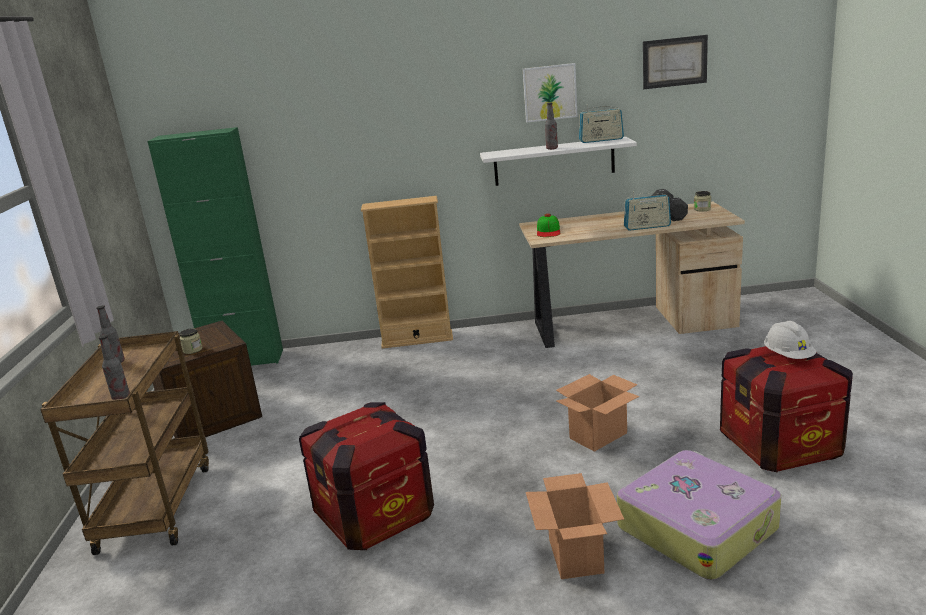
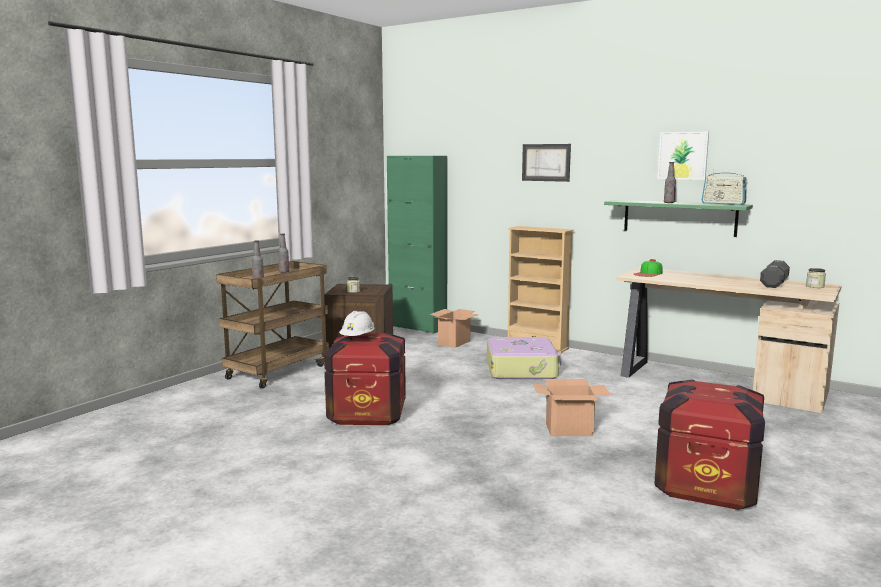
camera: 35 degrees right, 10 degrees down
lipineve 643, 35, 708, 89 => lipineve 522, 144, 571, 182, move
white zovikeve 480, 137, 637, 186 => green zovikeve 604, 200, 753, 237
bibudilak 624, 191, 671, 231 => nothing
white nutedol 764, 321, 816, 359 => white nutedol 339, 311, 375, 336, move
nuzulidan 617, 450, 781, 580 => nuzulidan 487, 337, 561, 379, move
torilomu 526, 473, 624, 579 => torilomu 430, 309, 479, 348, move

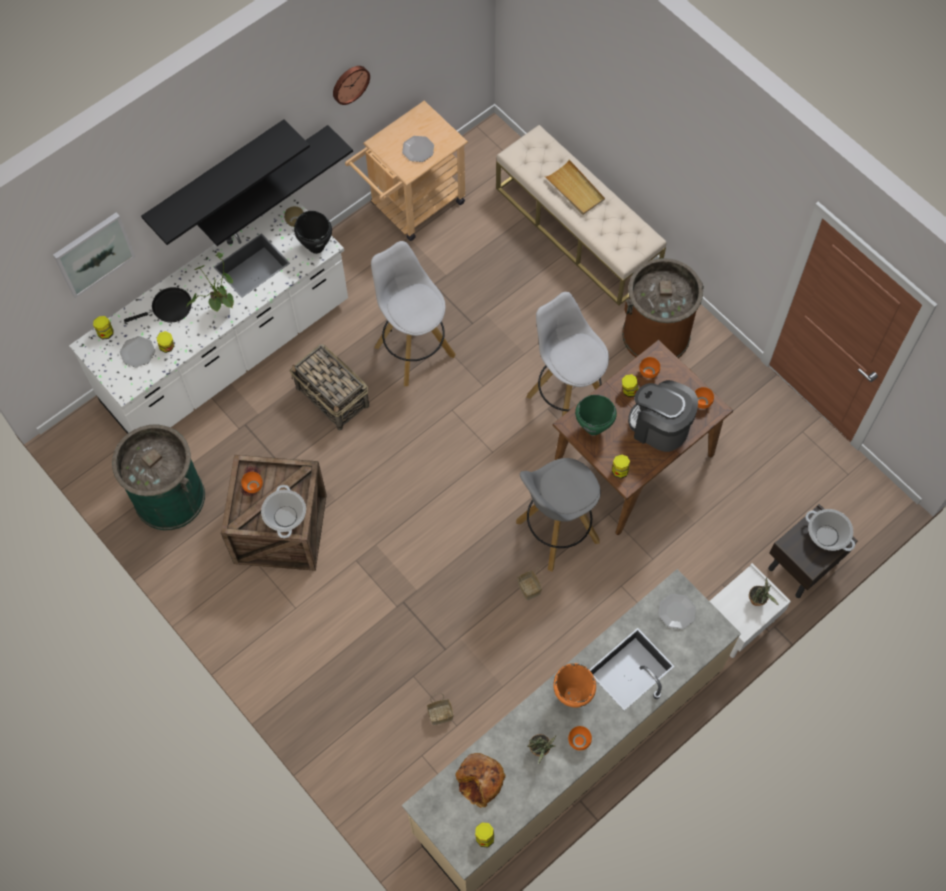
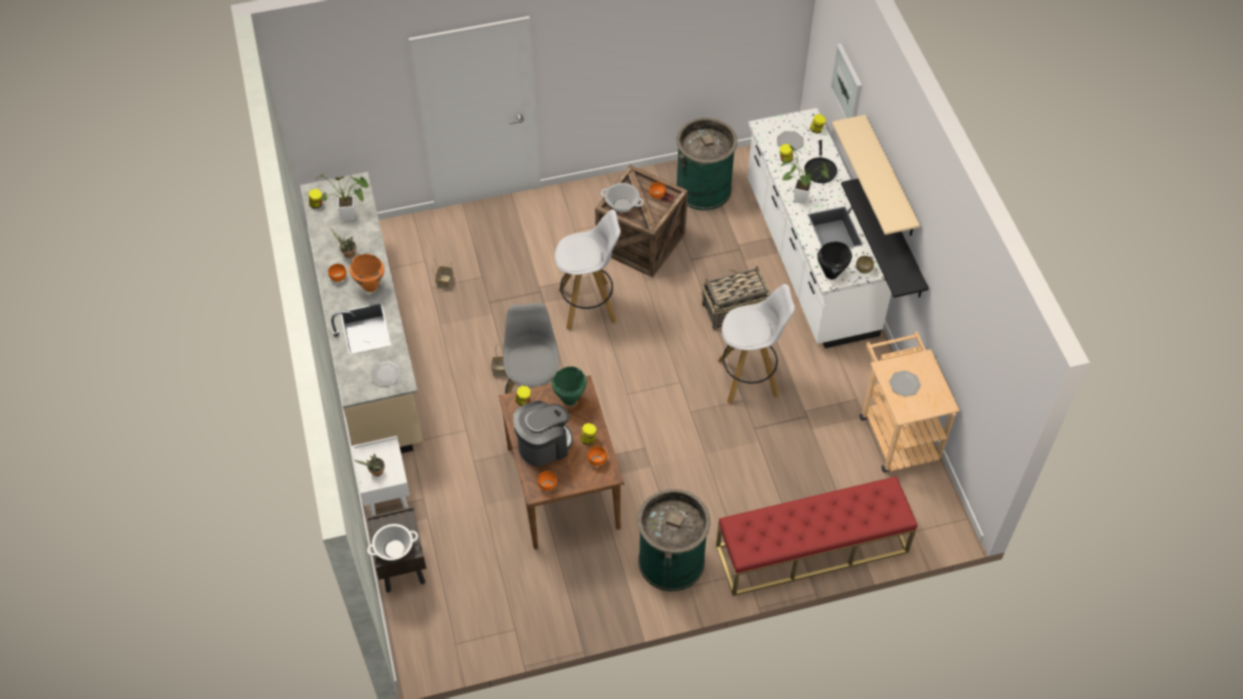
camera: 115 degrees right, 10 degrees down
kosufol 333, 66, 370, 105 => nothing
black zovikeve 141, 119, 310, 245 => beige zovikeve 832, 115, 920, 236
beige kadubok 496, 125, 667, 305 => red kadubok 716, 476, 917, 596
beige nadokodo 546, 160, 605, 215 => nothing
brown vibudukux 622, 258, 704, 358 => green vibudukux 638, 489, 710, 591
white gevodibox 527, 292, 609, 416 => white gevodibox 555, 209, 621, 330, move
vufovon 455, 753, 506, 808 => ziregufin 316, 173, 369, 220

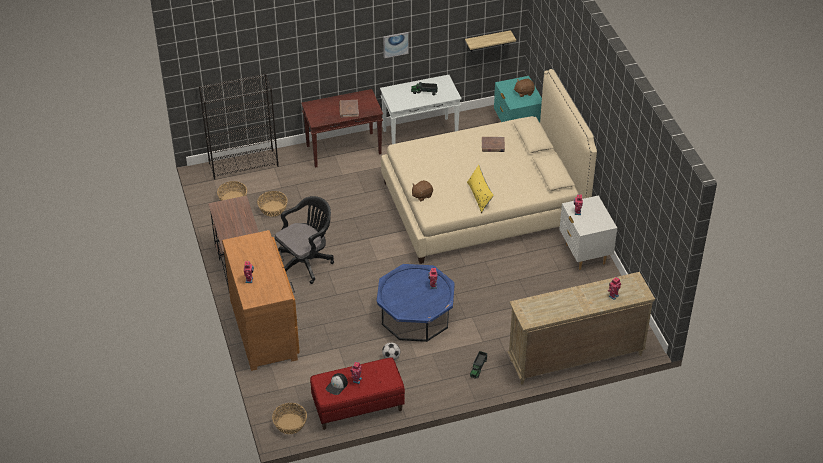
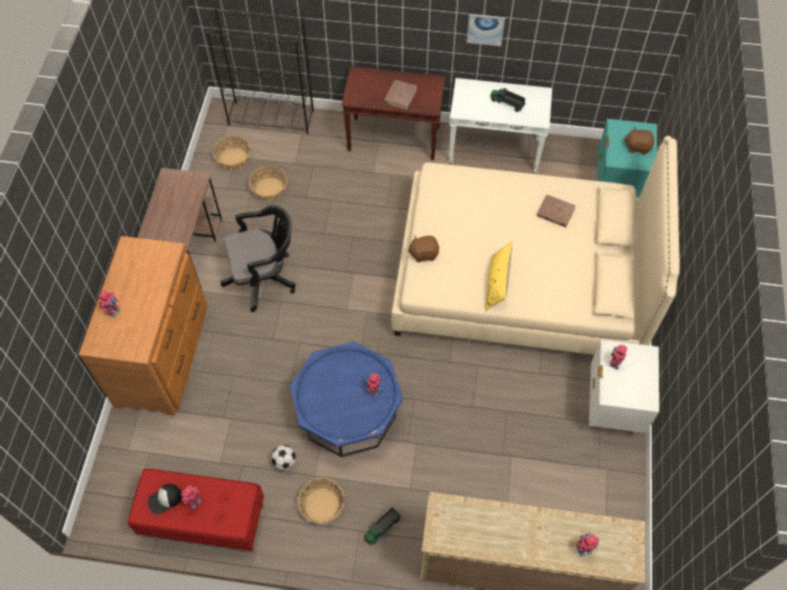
camera: 25 degrees right, 15 degrees up
zovikeve 465, 30, 516, 52 => nothing
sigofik 272, 403, 307, 434 => sigofik 298, 477, 344, 524, move

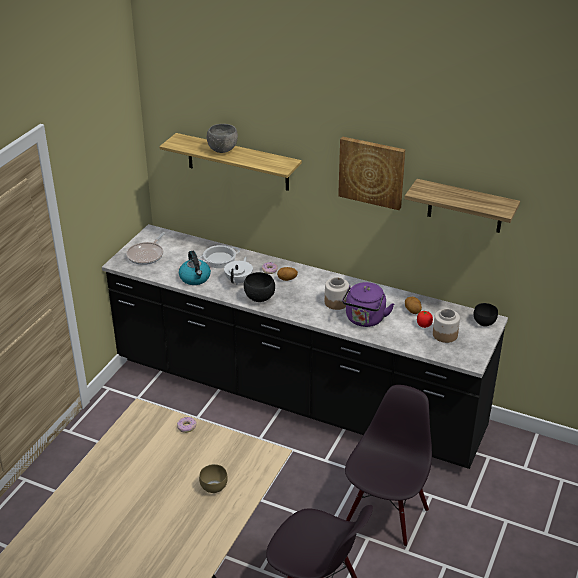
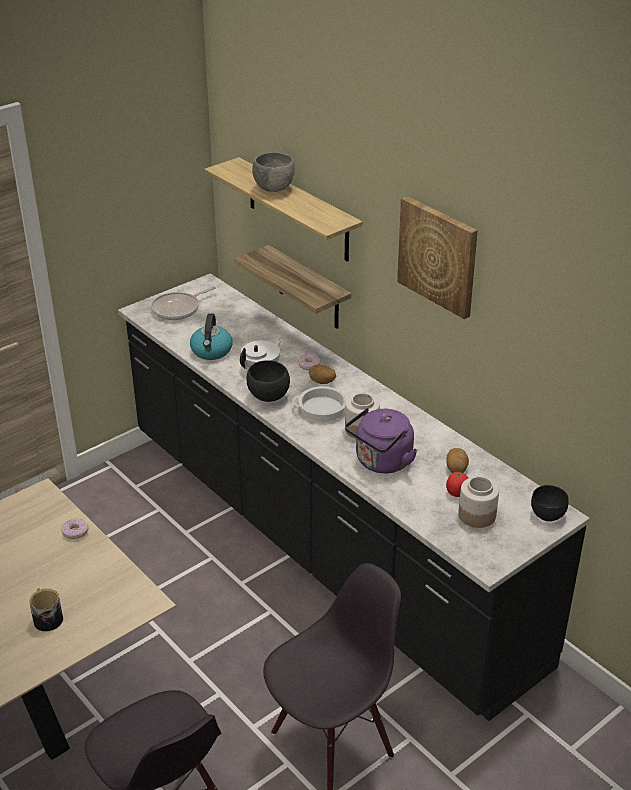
camera: 25 degrees right, 0 degrees up
zovikeve 405, 179, 520, 233 => zovikeve 234, 245, 351, 329, move
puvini 200, 245, 240, 268 => puvini 292, 386, 351, 422, move
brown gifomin 199, 464, 228, 493 => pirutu 29, 588, 63, 631

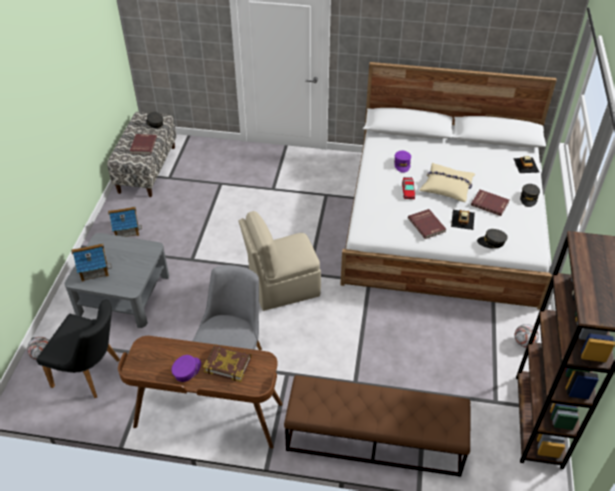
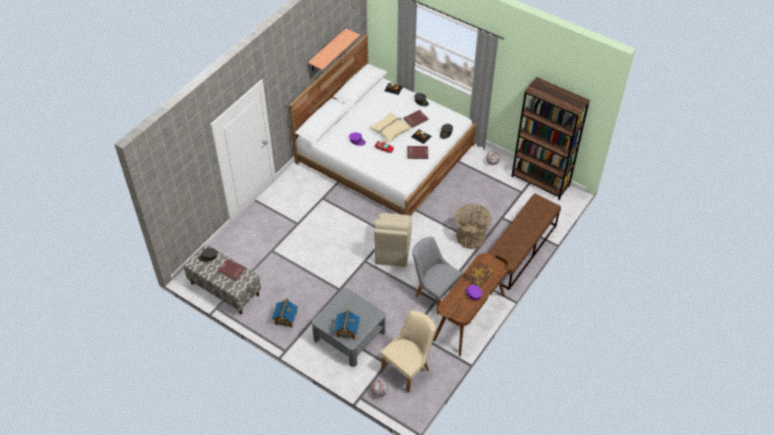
camera: 65 degrees left, 5 degrees up
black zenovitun 36, 299, 120, 398 => beige zenovitun 380, 311, 436, 393
nothing => zovikeve 308, 29, 360, 71
nothing => sigofik 455, 204, 492, 249

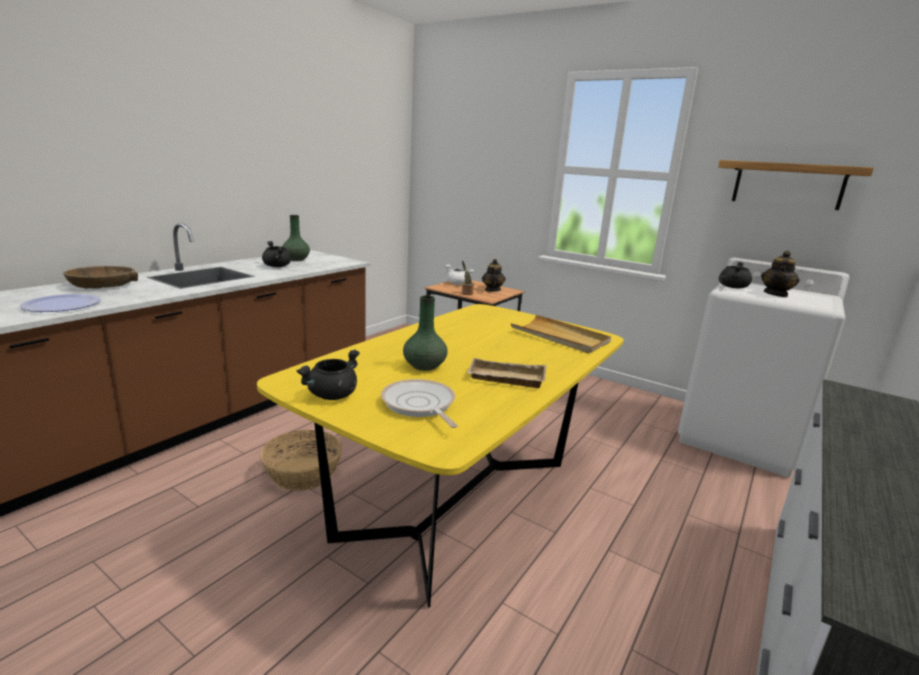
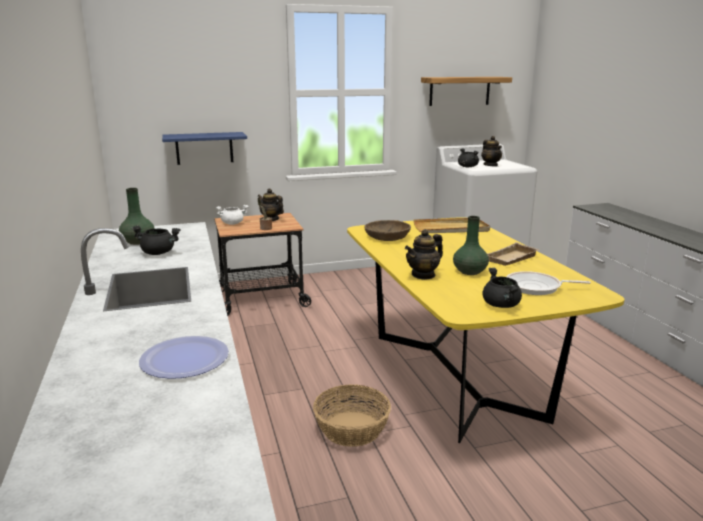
camera: 50 degrees left, 0 degrees up
brown gifomin 63, 266, 138, 289 => brown gifomin 364, 220, 411, 241, move
nothing => blue zovikeve 162, 132, 247, 165
nothing => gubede 405, 229, 443, 280

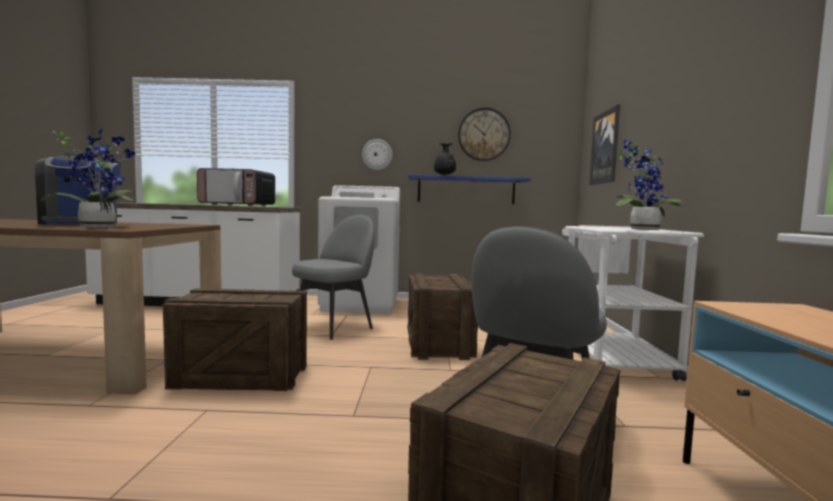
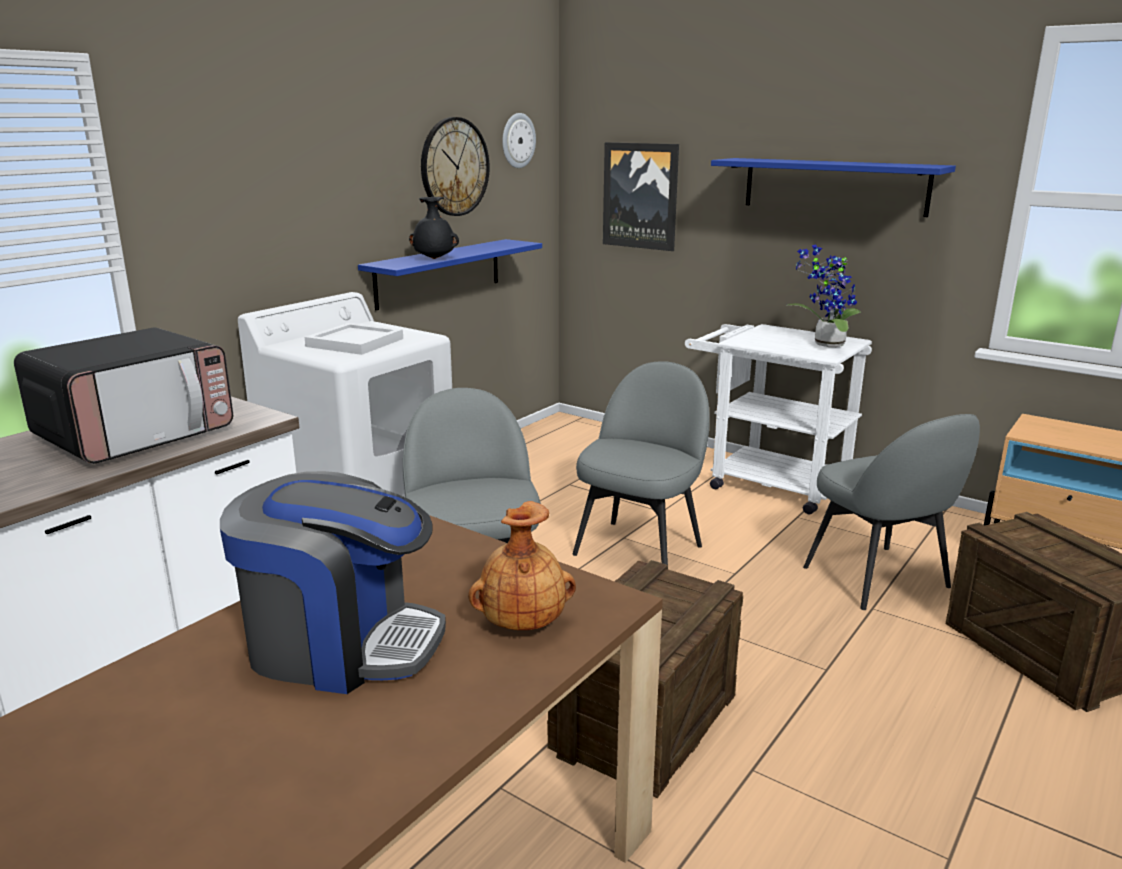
camera: 55 degrees left, 15 degrees up
ziregufin 40, 129, 136, 228 => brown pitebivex 468, 501, 576, 630
kosufol 362, 139, 393, 170 => kosufol 502, 113, 536, 168, move
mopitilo 407, 273, 478, 360 => grey zenovitun 572, 361, 710, 565
nothing => blue zovikeve 711, 158, 956, 217

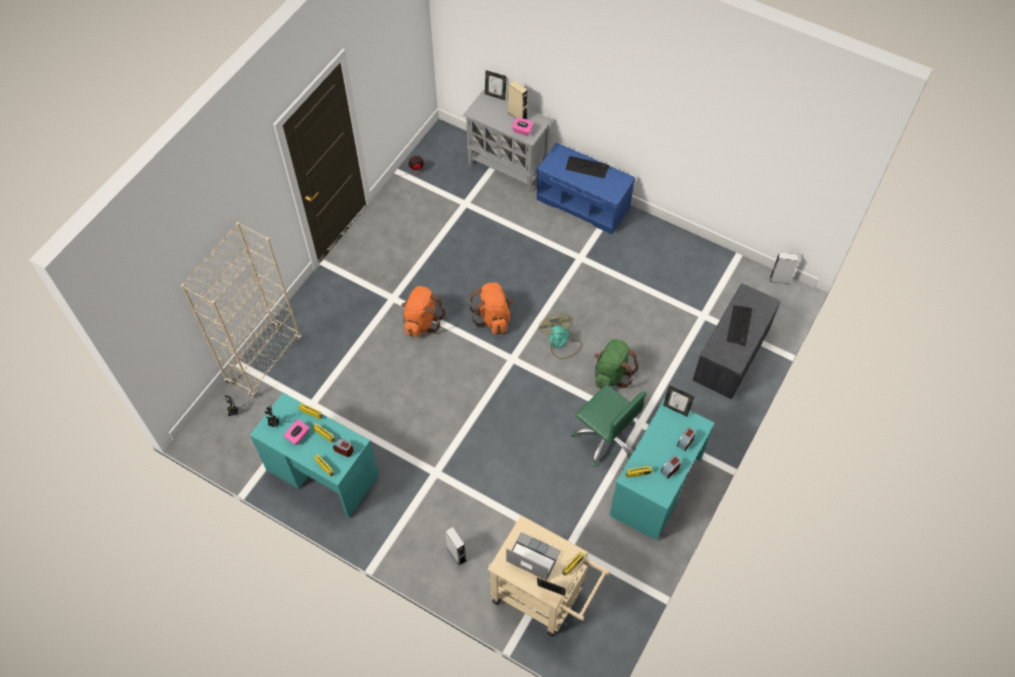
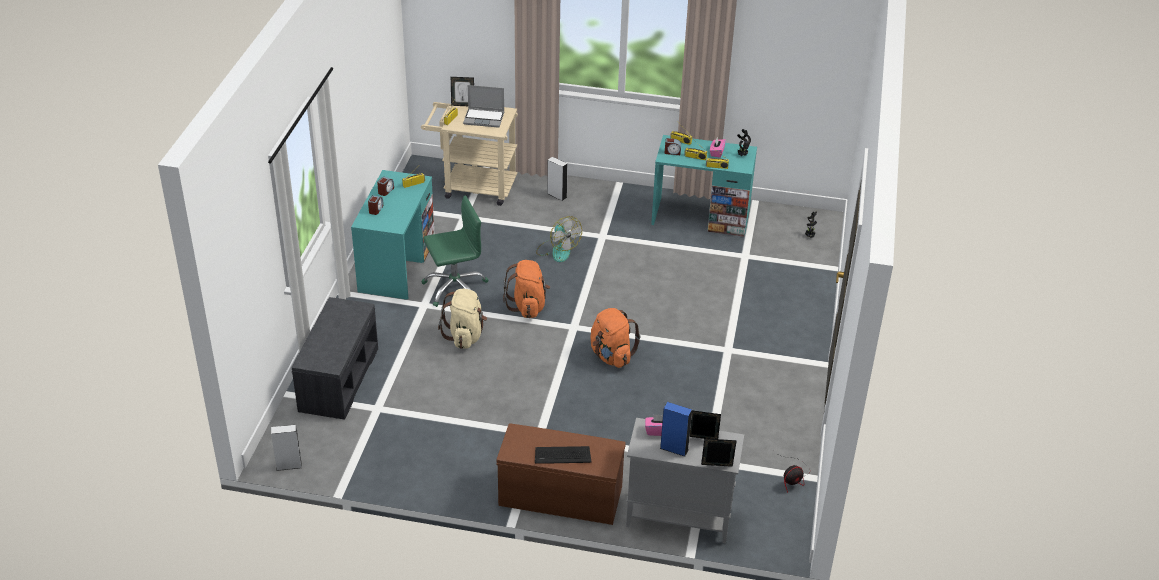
camera: 160 degrees right, 20 degrees down
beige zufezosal 508, 80, 528, 119 => blue zufezosal 660, 402, 692, 457
blue kadubok 537, 143, 635, 234 => brown kadubok 497, 423, 626, 525
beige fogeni 181, 222, 301, 398 => nothing
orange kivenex 401, 286, 445, 337 => orange kivenex 503, 260, 550, 318, move
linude 726, 305, 752, 346 => nothing
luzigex 538, 314, 582, 359 => luzigex 536, 216, 582, 262, move
green kivenex 594, 339, 639, 389 => beige kivenex 438, 289, 487, 349
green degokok 571, 384, 647, 467 => green degokok 422, 195, 488, 307, 135 degrees clockwise
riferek 663, 385, 694, 416 => riferek 689, 410, 721, 439, move

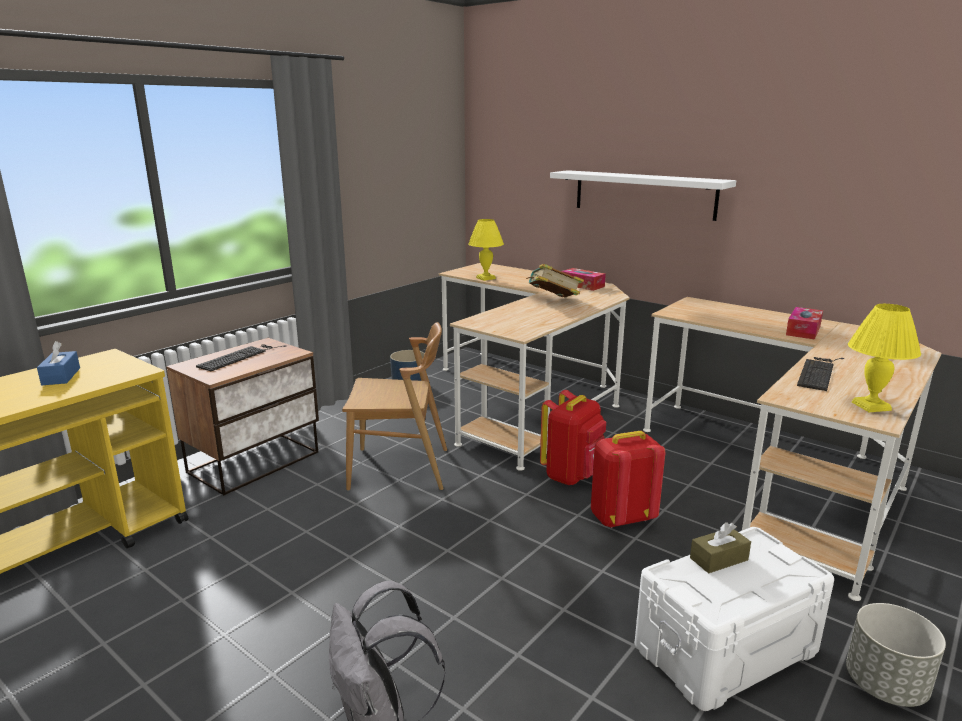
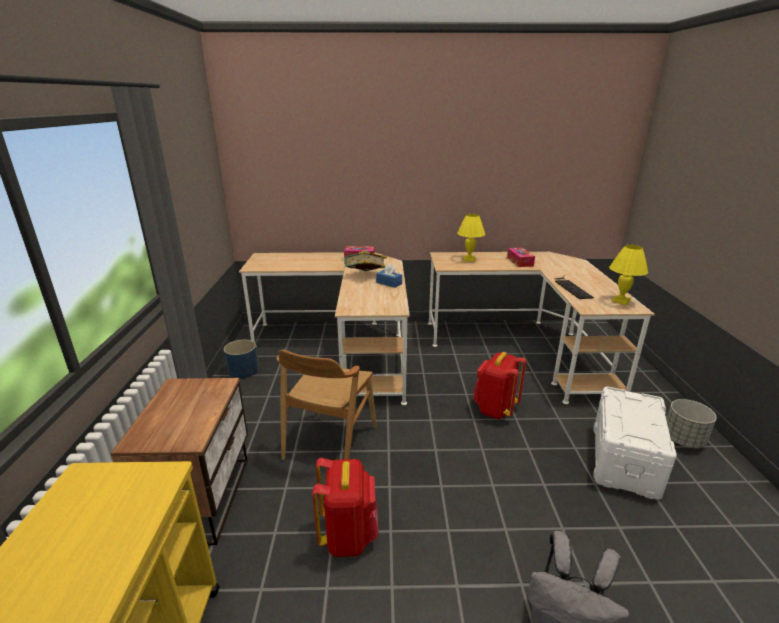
camera: 40 degrees left, 5 degrees up
white zovikeve 550, 170, 736, 221 => nothing
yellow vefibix 468, 219, 504, 281 => yellow vefibix 457, 214, 485, 262, move
brown zenovitun 342, 322, 447, 491 => brown zenovitun 277, 350, 377, 460, 150 degrees clockwise
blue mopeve 37, 341, 80, 385 => blue mopeve 376, 264, 402, 288, move
linude 196, 345, 286, 371 => nothing
red kivenex 540, 390, 606, 485 => red kivenex 312, 458, 379, 557, move
brown mopeve 690, 522, 751, 574 => nothing

